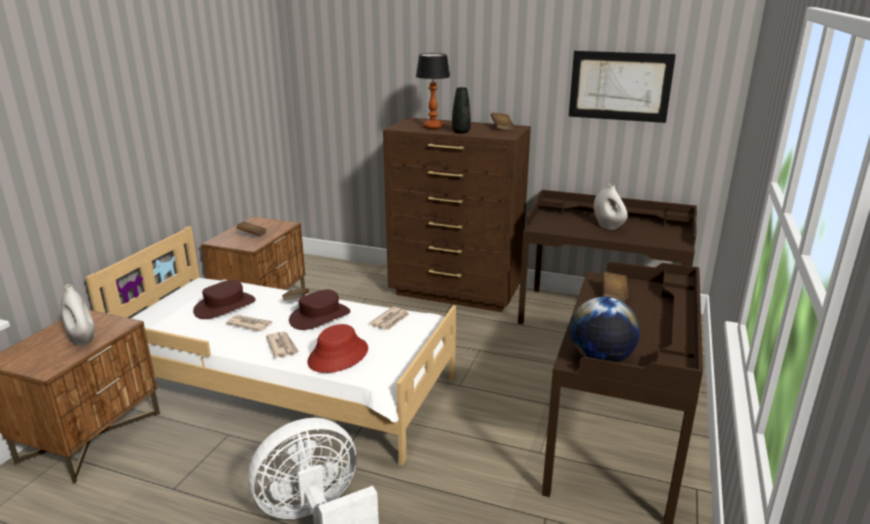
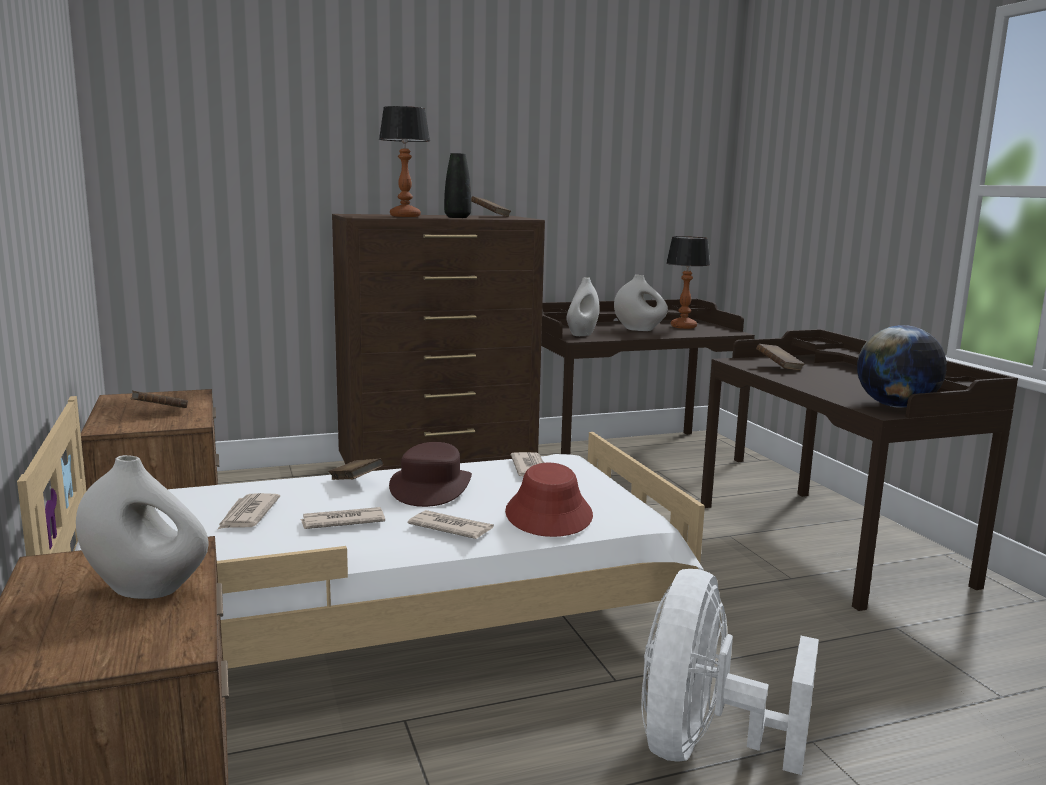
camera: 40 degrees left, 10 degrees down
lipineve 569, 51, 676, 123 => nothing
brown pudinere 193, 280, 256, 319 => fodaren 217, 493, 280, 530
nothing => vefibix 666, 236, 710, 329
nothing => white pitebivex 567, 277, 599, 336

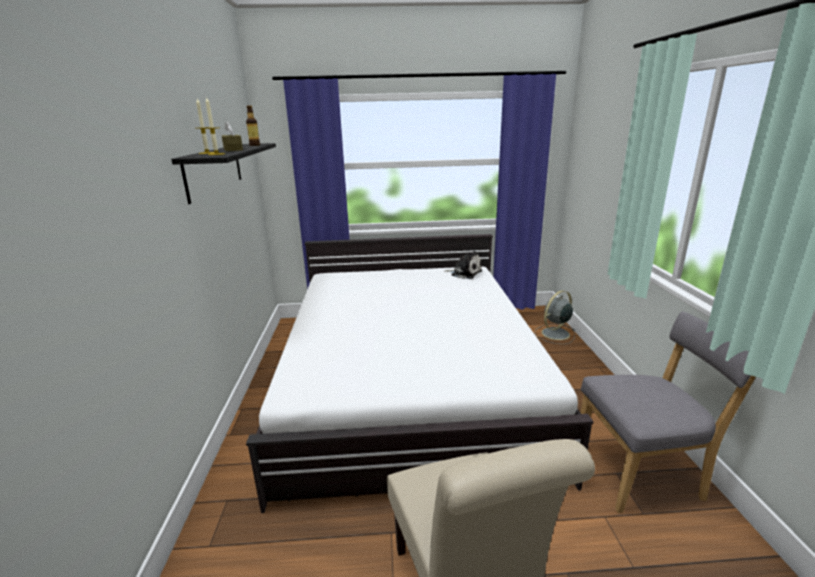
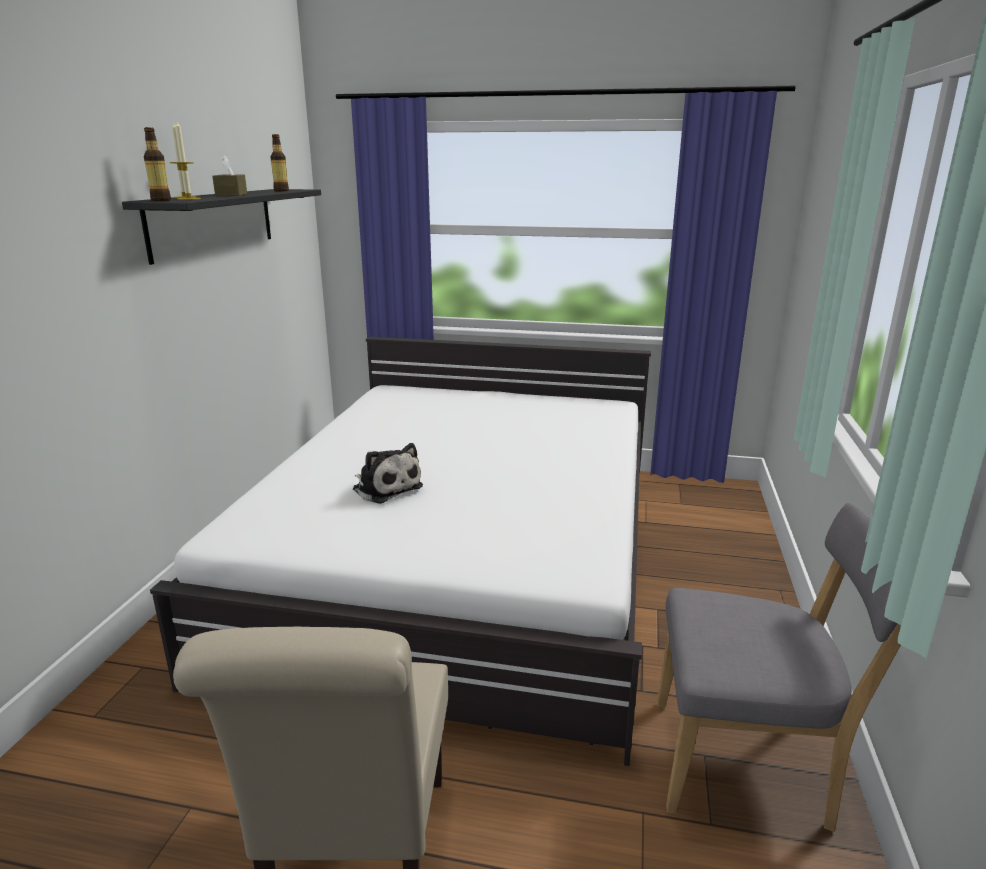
camera: 15 degrees right, 0 degrees up
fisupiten 446, 251, 482, 279 => fisupiten 353, 443, 423, 504, move
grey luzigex 535, 291, 575, 344 => nothing
nothing => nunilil 144, 127, 171, 201

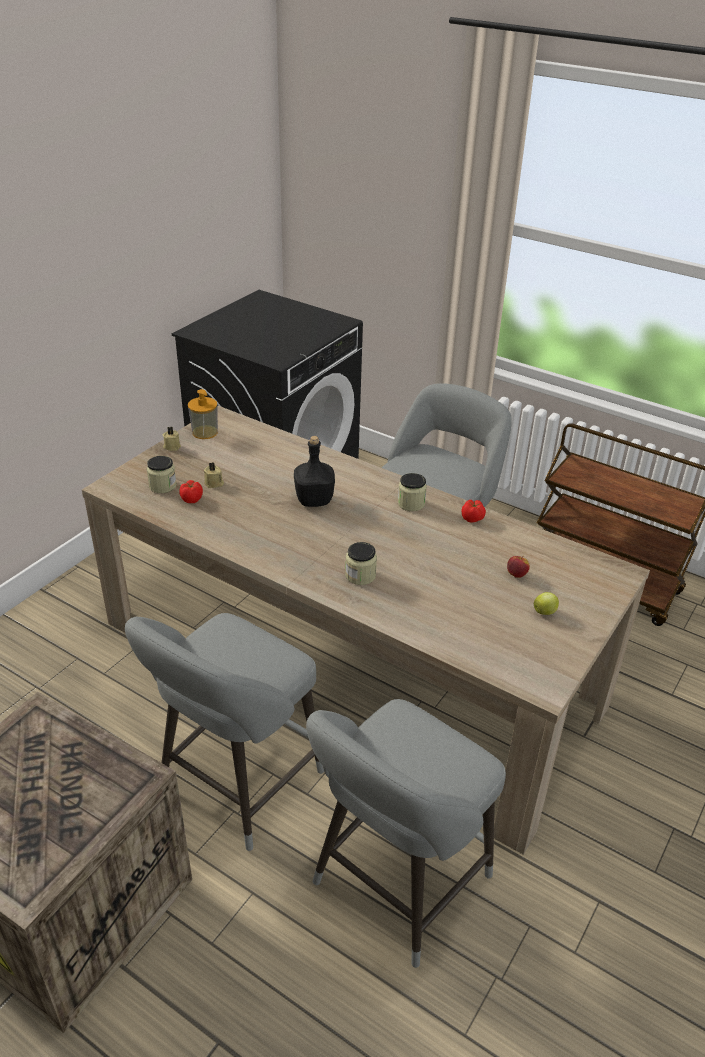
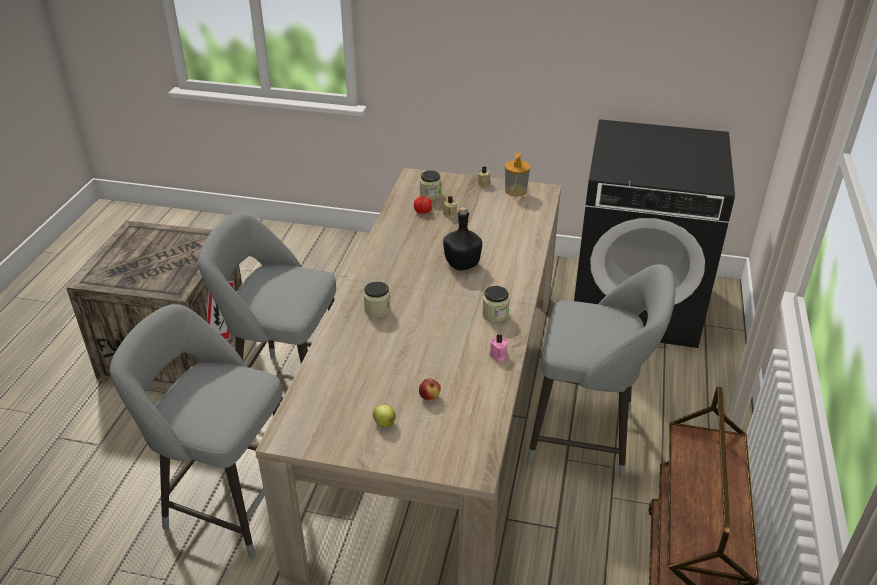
camera: 70 degrees right, 0 degrees up
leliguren 462, 500, 486, 523 => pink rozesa 489, 334, 508, 362

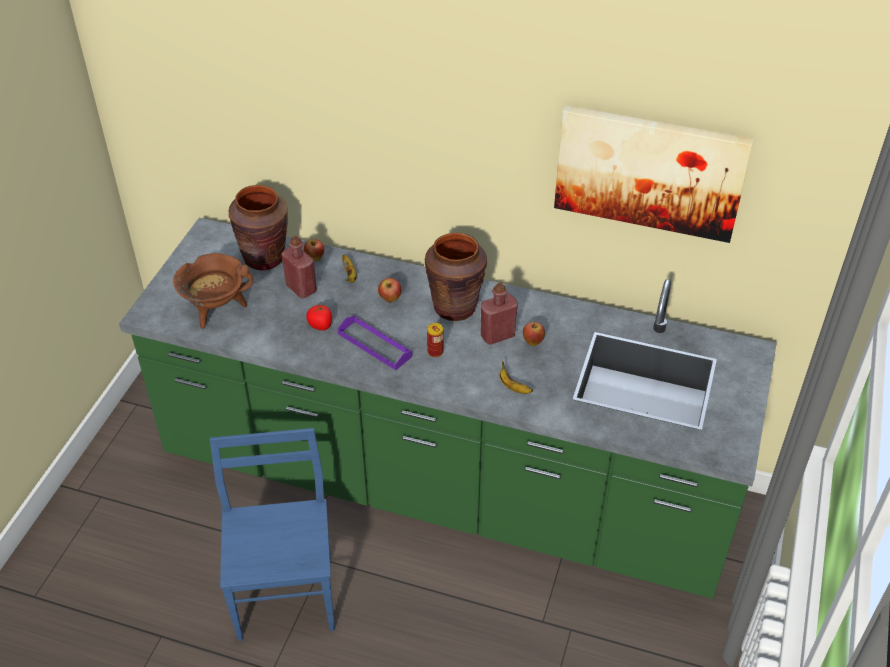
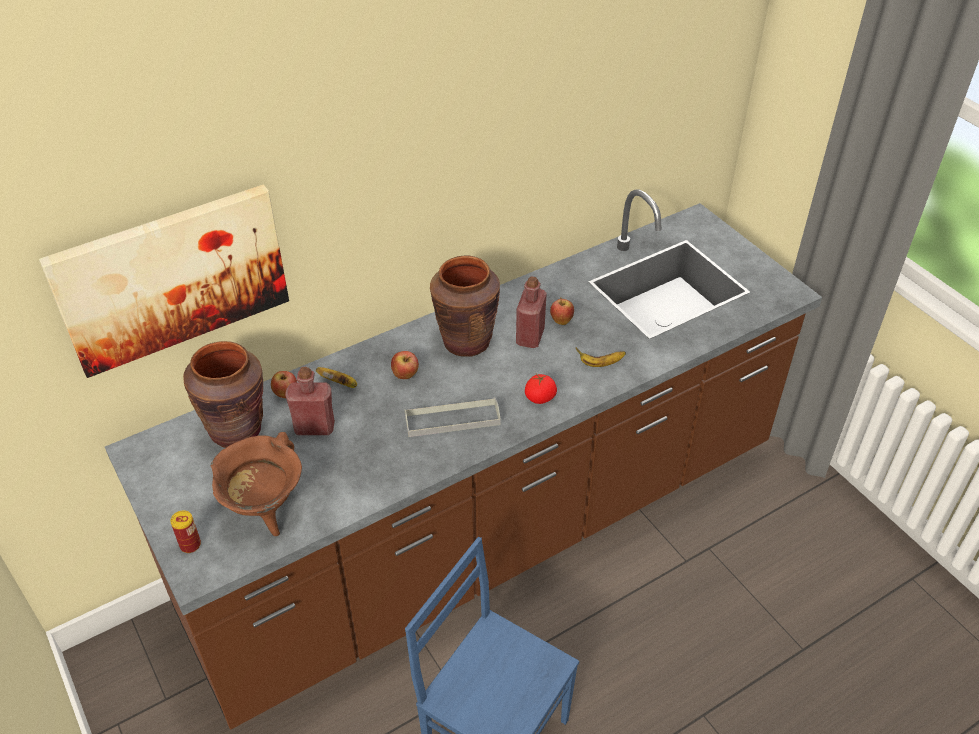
camera: 50 degrees left, 0 degrees up
lipineve 554, 105, 754, 243 => lipineve 39, 184, 289, 378, move
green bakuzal 119, 218, 777, 599 => brown bakuzal 105, 189, 822, 730
leliguren 306, 305, 332, 330 => leliguren 525, 374, 557, 404, move
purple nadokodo 338, 316, 412, 370 => grey nadokodo 405, 398, 501, 437
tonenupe 427, 323, 443, 357 => tonenupe 170, 510, 201, 553, move

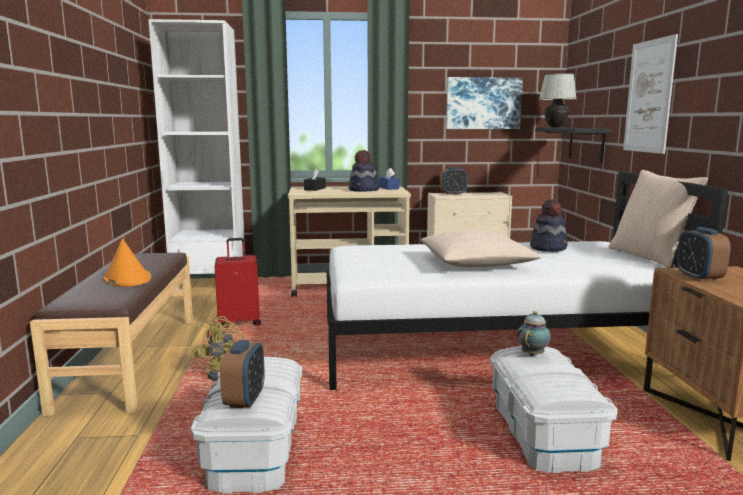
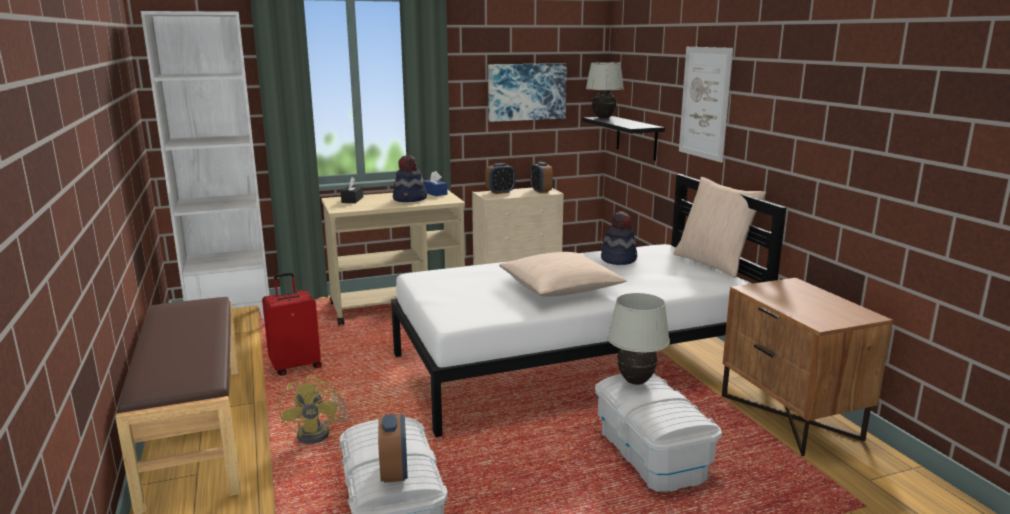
camera: 15 degrees left, 5 degrees up
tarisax 677, 227, 731, 282 => tarisax 530, 162, 553, 193, move
orange pudinere 103, 239, 151, 287 => nothing
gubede 517, 311, 551, 356 => white vefibix 607, 293, 670, 385

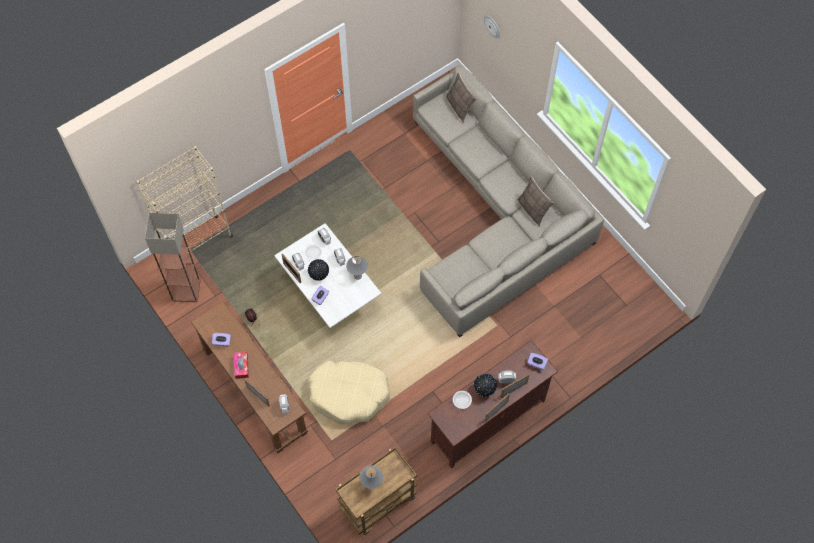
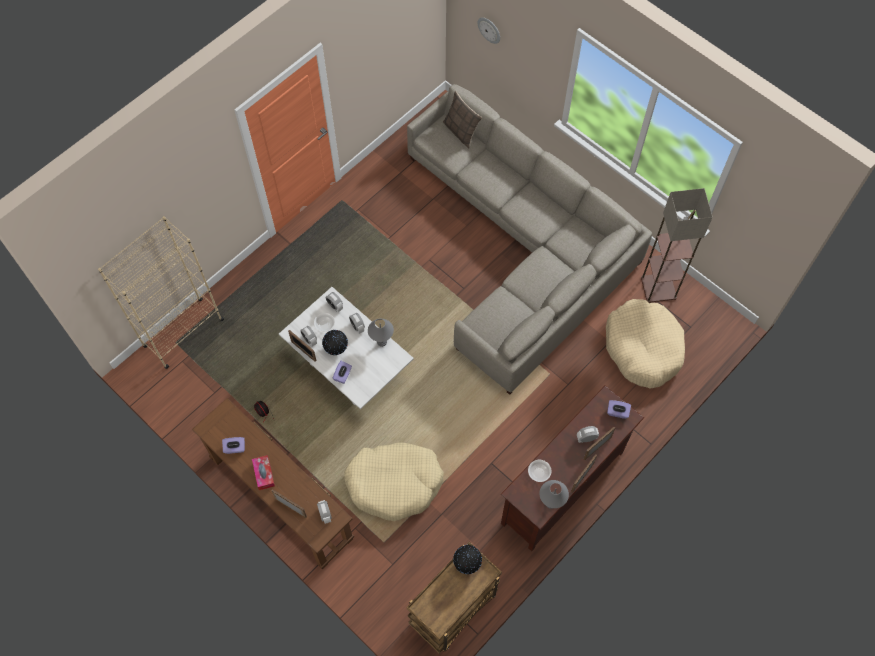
camera: 10 degrees left, 0 degrees up
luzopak 517, 176, 554, 227 => nothing
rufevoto 145, 213, 201, 302 => rufevoto 641, 188, 713, 303, move
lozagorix 474, 374, 497, 397 => lozagorix 453, 545, 482, 574, move
grey vefibix 359, 465, 383, 489 => grey vefibix 539, 480, 569, 509, move
nothing => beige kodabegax 606, 299, 685, 388

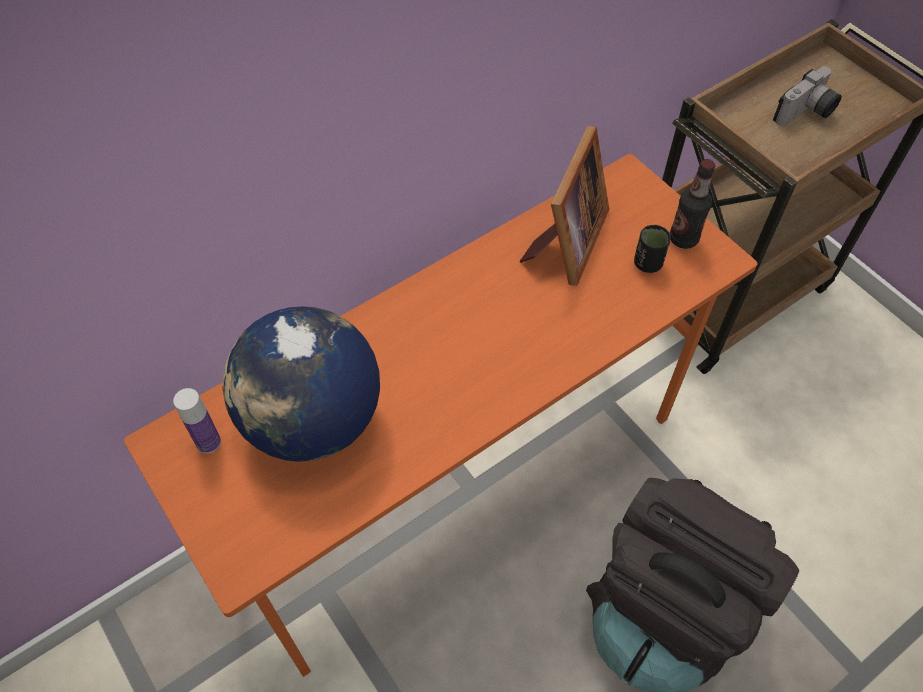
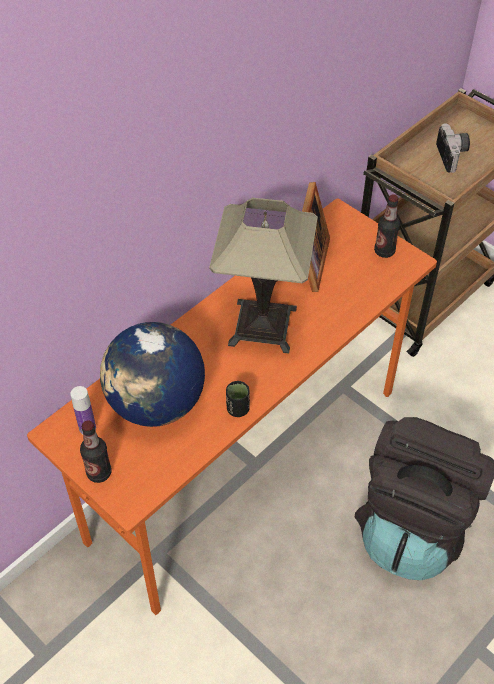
camera: 10 degrees left, 5 degrees down
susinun 773, 66, 842, 126 => susinun 436, 123, 470, 173, 45 degrees counterclockwise
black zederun 634, 225, 671, 273 => black zederun 226, 381, 250, 417, move
nothing => vefibix 209, 198, 318, 354
nothing => nunilil 80, 420, 111, 483

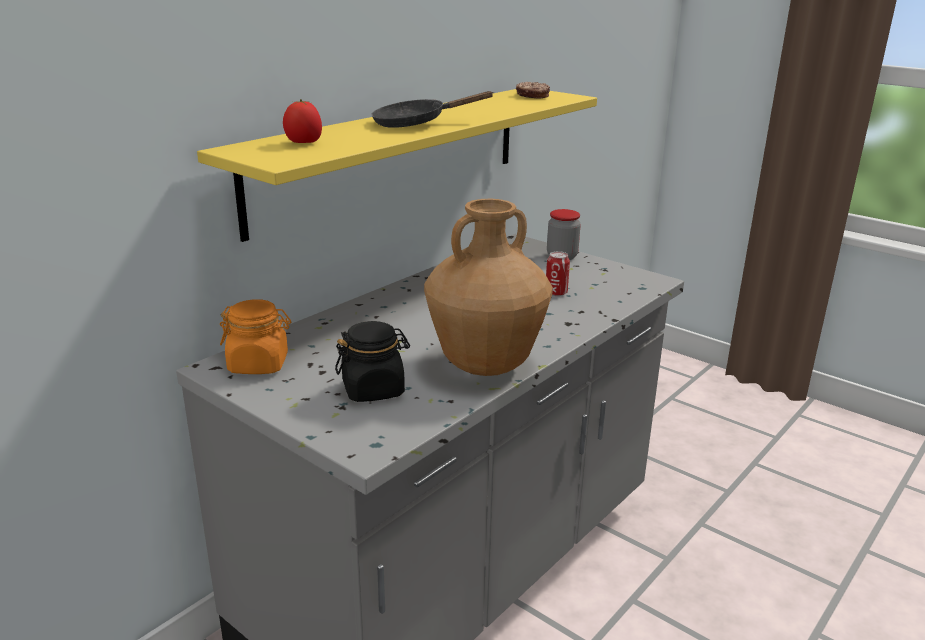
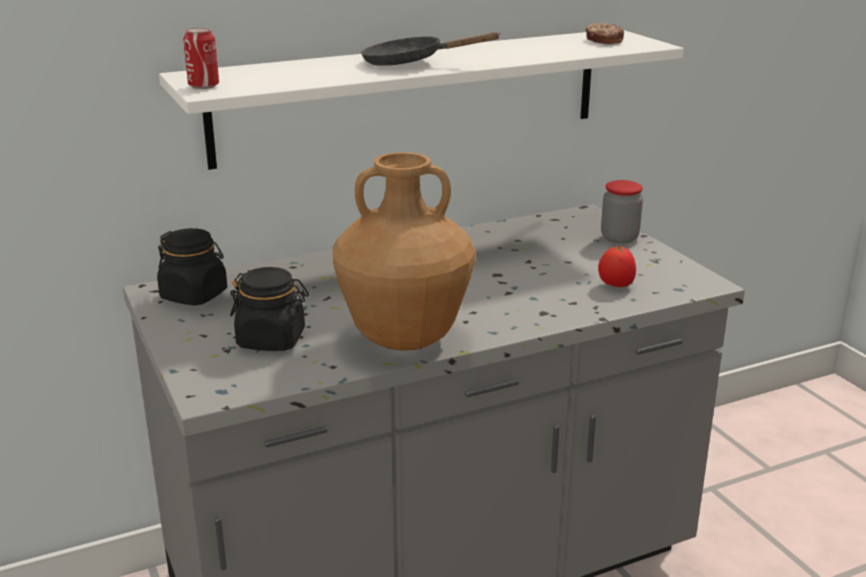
camera: 25 degrees right, 0 degrees up
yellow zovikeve 197, 89, 597, 242 => white zovikeve 159, 30, 684, 170
leliguren 283, 99, 322, 143 => leliguren 598, 246, 636, 287, move
tonenupe 546, 251, 570, 296 => tonenupe 183, 27, 219, 89, move
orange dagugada 220, 299, 291, 374 => black dagugada 157, 228, 227, 305

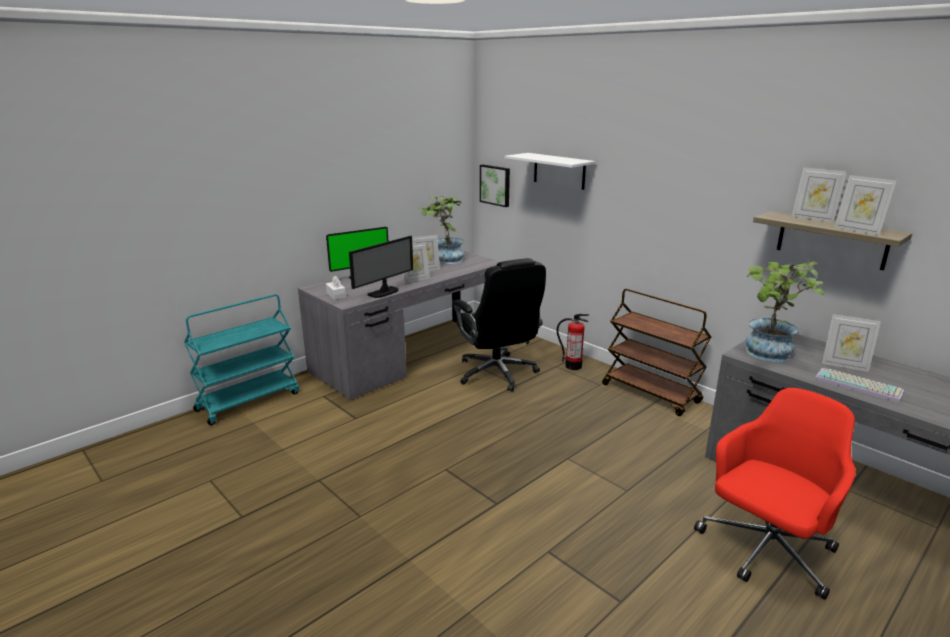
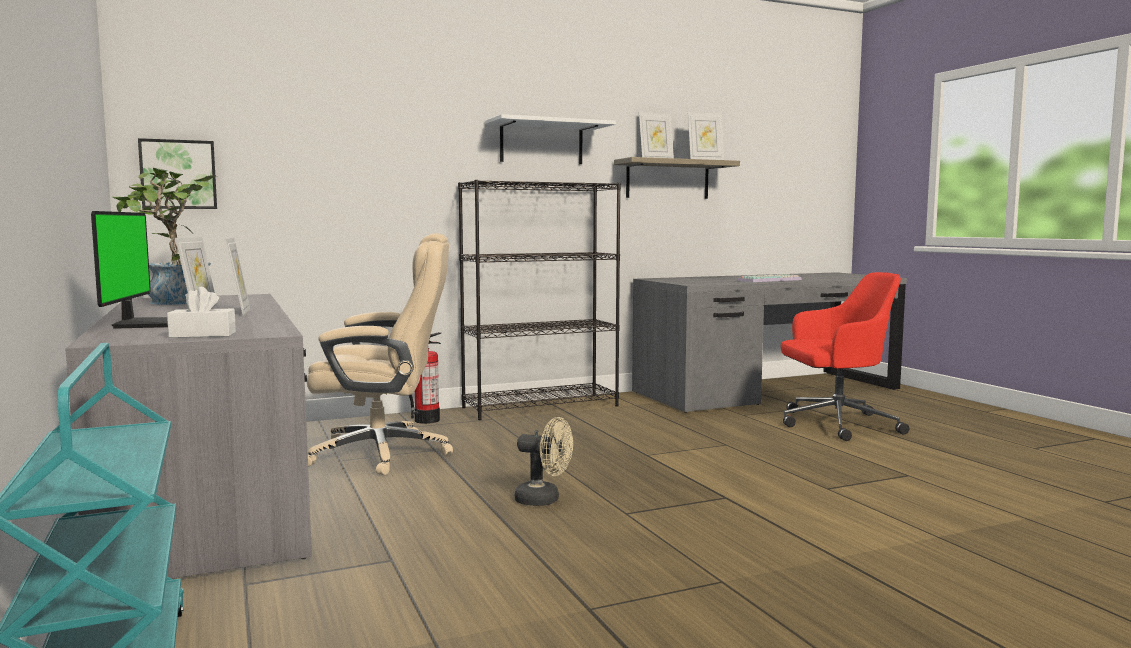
camera: 70 degrees left, 15 degrees down
white zovikeve 505, 153, 595, 190 => white zovikeve 485, 114, 616, 164, move
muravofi 349, 236, 413, 298 => nothing
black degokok 453, 258, 546, 392 => beige degokok 307, 233, 453, 475
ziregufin 746, 262, 824, 362 => nothing
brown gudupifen 602, 289, 711, 416 => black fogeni 458, 180, 621, 420
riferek 822, 314, 881, 372 => nothing
red degokok 694, 388, 856, 600 => red degokok 781, 272, 909, 441, 105 degrees clockwise
nothing => beige luzigex 515, 417, 573, 506

